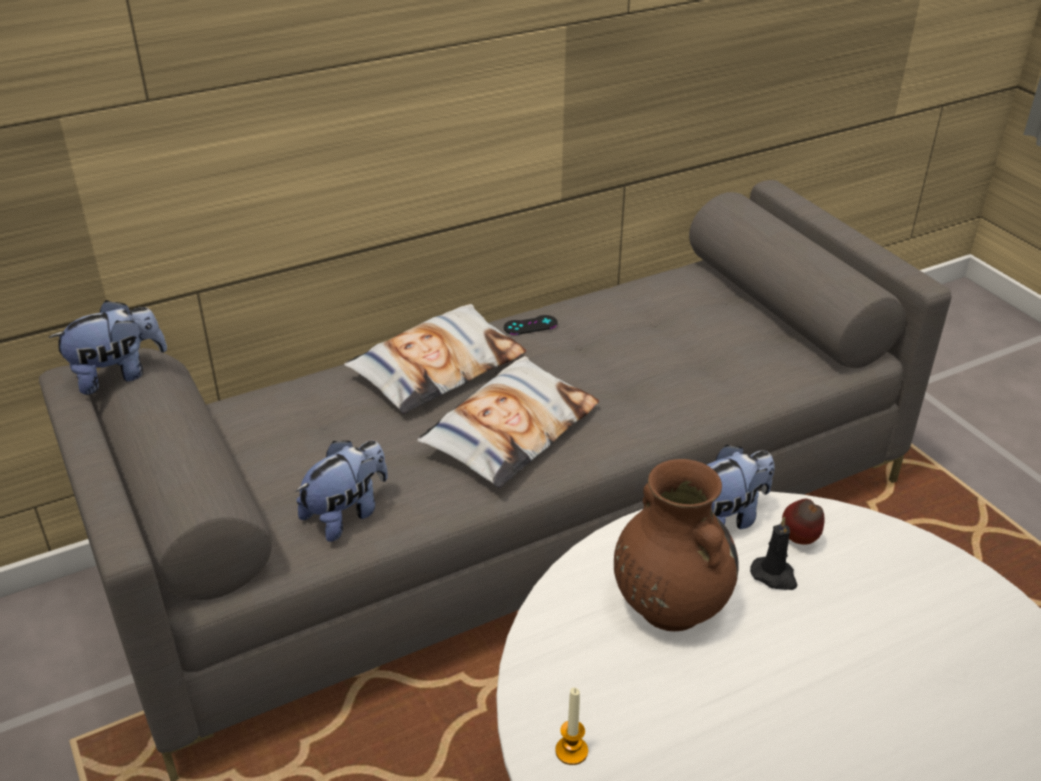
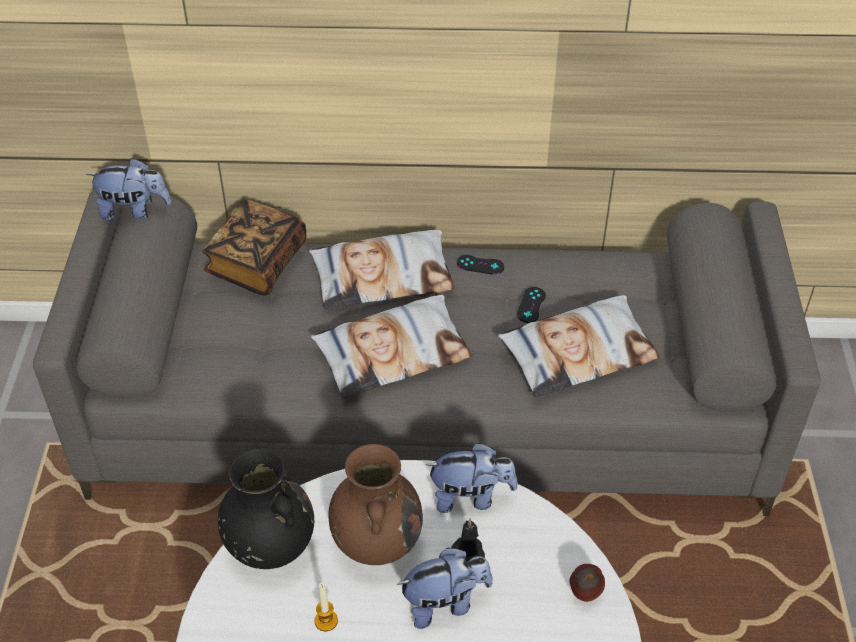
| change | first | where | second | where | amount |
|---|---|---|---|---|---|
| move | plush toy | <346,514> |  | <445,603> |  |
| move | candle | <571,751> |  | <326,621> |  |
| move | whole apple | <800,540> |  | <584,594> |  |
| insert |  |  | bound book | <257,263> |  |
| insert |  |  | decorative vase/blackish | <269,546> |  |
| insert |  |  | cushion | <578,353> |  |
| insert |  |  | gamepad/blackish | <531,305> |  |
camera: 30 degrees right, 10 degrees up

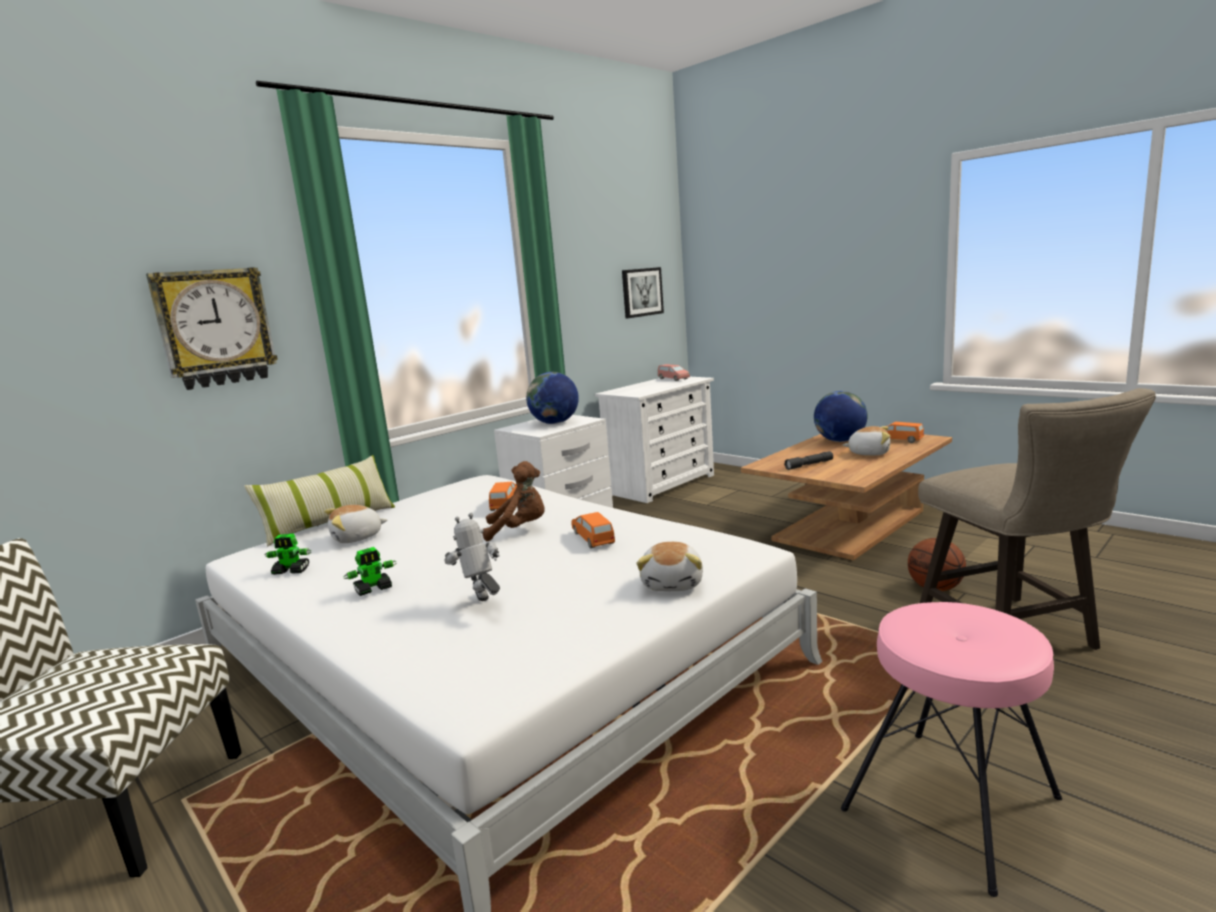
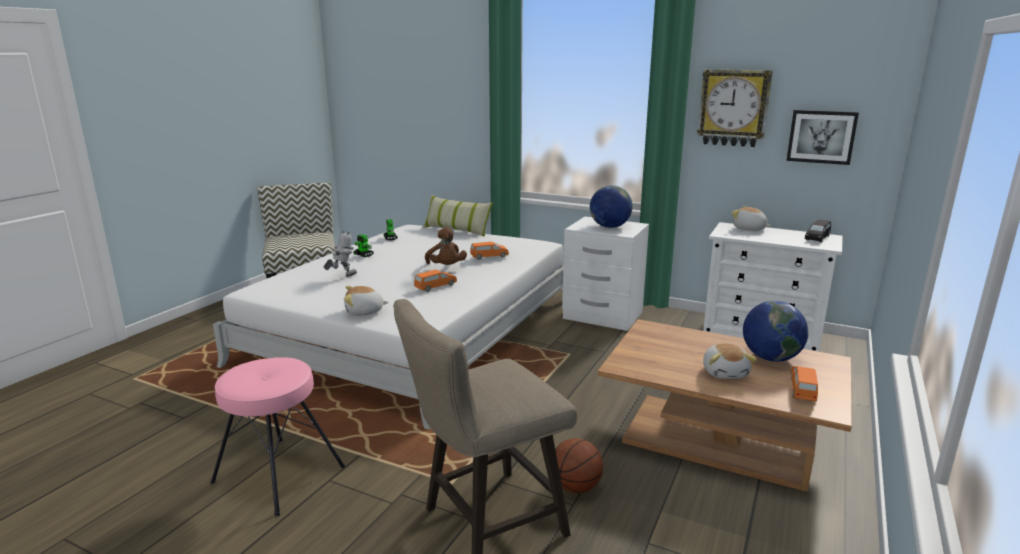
| change | first | where | second | where | amount |
|---|---|---|---|---|---|
| move | clock on the wall | <215,328> |  | <733,108> |  |
| move | plush toy | <357,538> |  | <749,229> |  |
| recolor | miniature car/pinkish | <673,379> | miniature car/blackish | <817,238> |  |
| delete | hand torch/grey | <809,465> |  |  |  |
camera: 70 degrees right, 5 degrees up

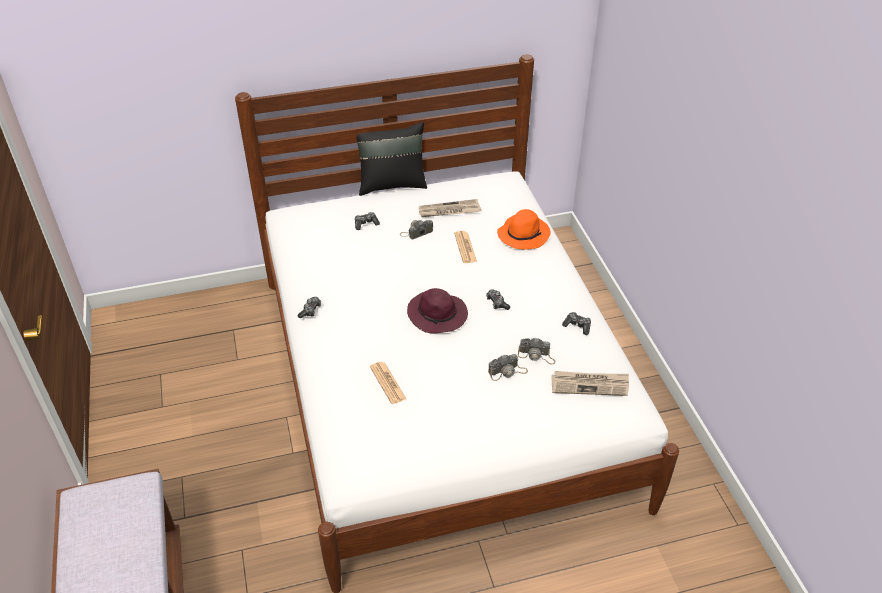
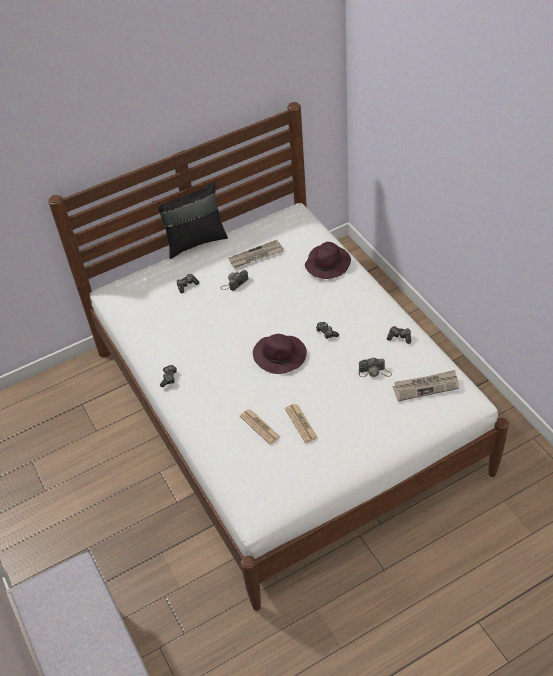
| change | first | where | second | where | amount |
|---|---|---|---|---|---|
| move | printed paper | <465,247> |  | <301,423> |  |
| delete | still camera | <507,371> |  |  |  |
| recolor | clothing hat/orange | <523,234> | clothing hat/purple-coloured | <327,263> |  |
camera: 10 degrees left, 5 degrees up

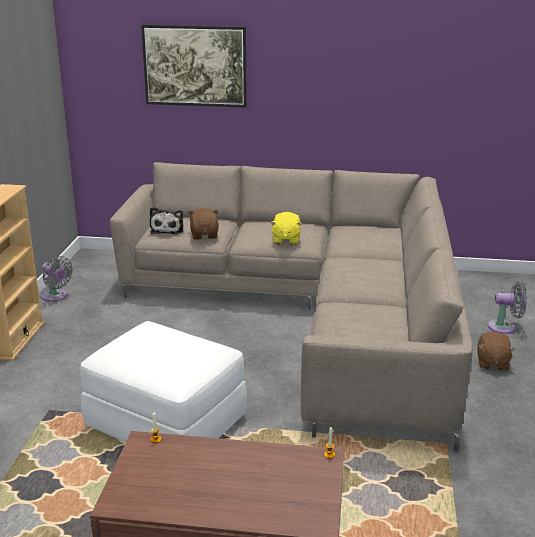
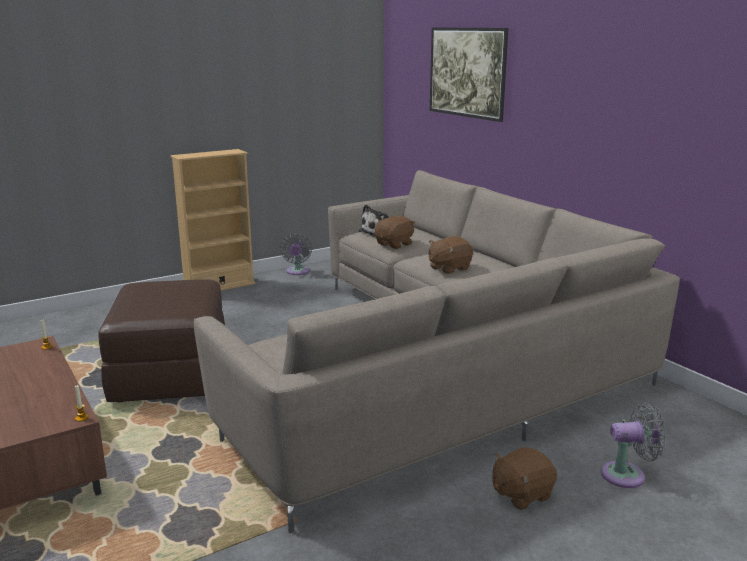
| change | first | where | second | where | amount |
|---|---|---|---|---|---|
| recolor | ottoman/whitish | <167,422> | ottoman/brown-coloured | <171,374> |  |
| recolor | plush toy/yellow | <286,240> | plush toy/brown-coloured | <449,268> |  |
| rotate | fan/grey | <504,327> |  | <627,475> | 60 degrees counterclockwise |
camera: 50 degrees right, 5 degrees down

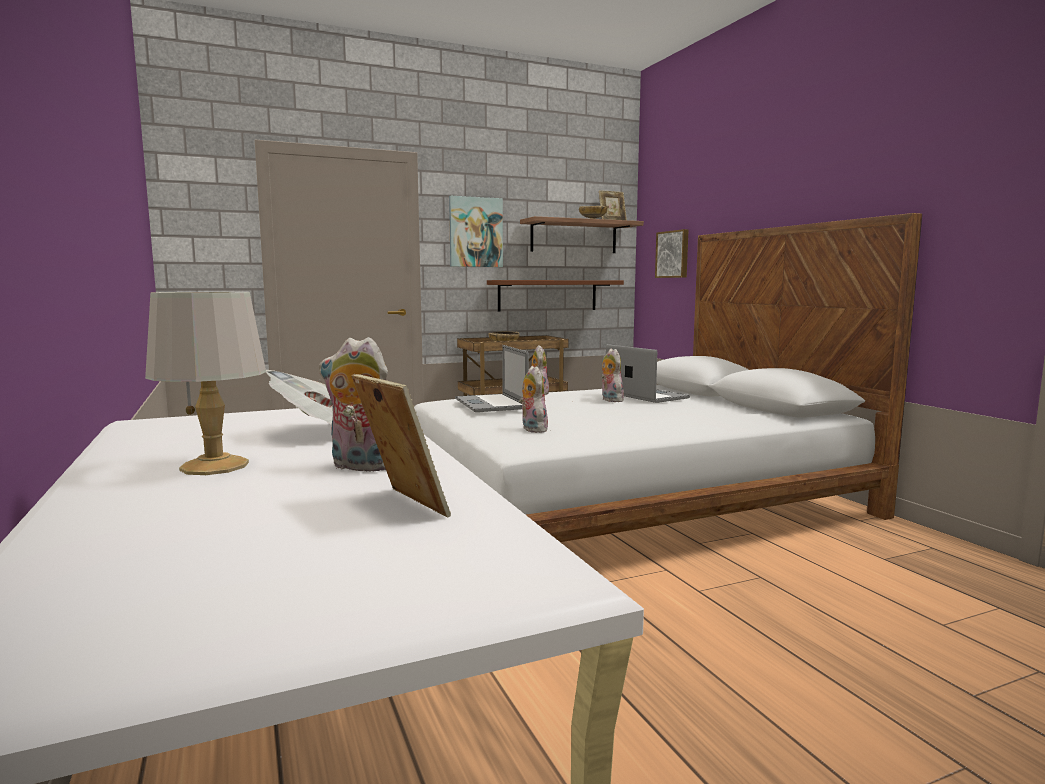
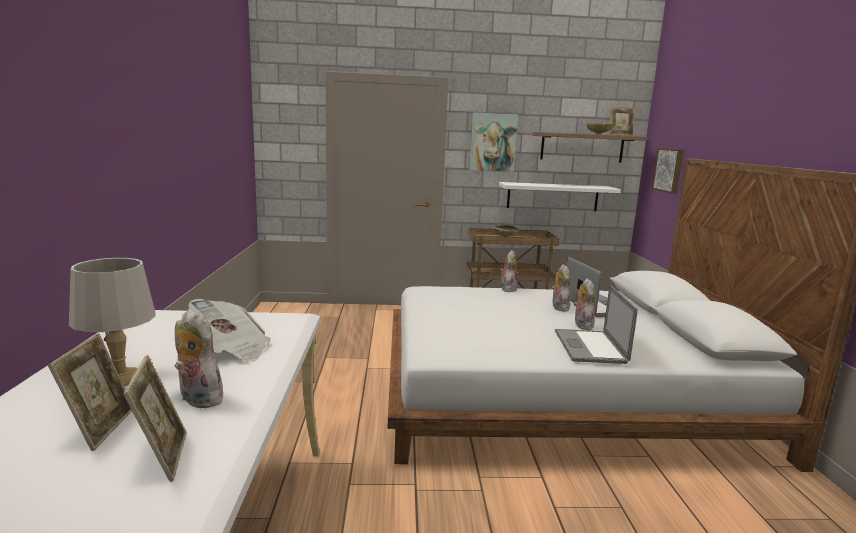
| change | first | where | second | where | amount |
|---|---|---|---|---|---|
| move | laptop | <490,403> |  | <589,346> |  |
| recolor | wall shelf/brown-coloured | <547,295> | wall shelf/whitish | <552,196> |  |
| move | plush toy | <532,429> |  | <581,325> |  |
| insert |  |  | photo frame | <100,428> |  |
camera: 20 degrees right, 5 degrees up

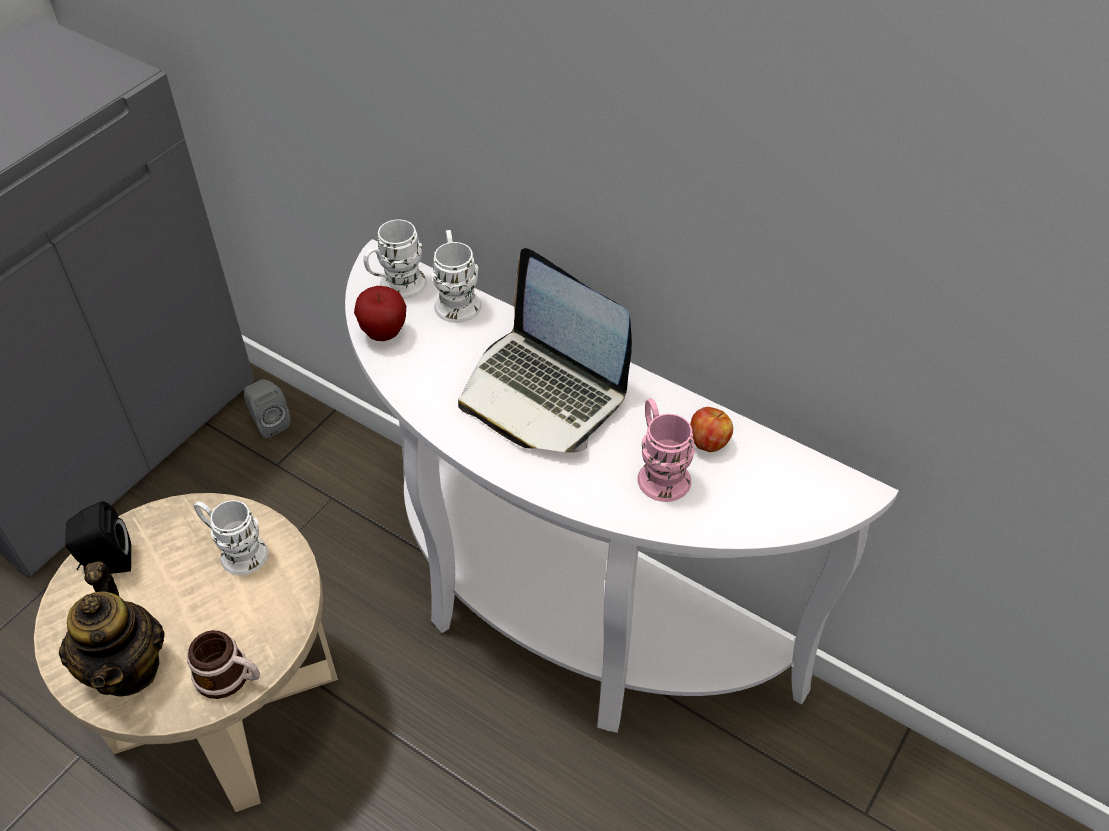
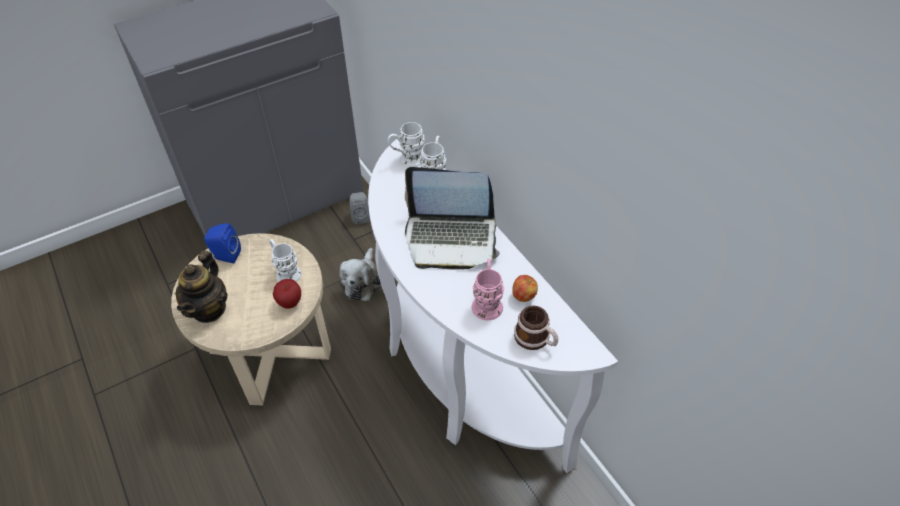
| change | first | where | second | where | amount |
|---|---|---|---|---|---|
| recolor | audio speaker/blackish | <106,563> | audio speaker/bluish | <225,256> |  |
| move | mug | <230,677> |  | <536,339> |  |
| move | whole apple | <384,333> |  | <290,303> |  |
| rotate | laptop | <543,392> |  | <451,238> | 60 degrees counterclockwise |
| insert |  |  | plush toy | <362,281> |  |
camera: 25 degrees right, 0 degrees up

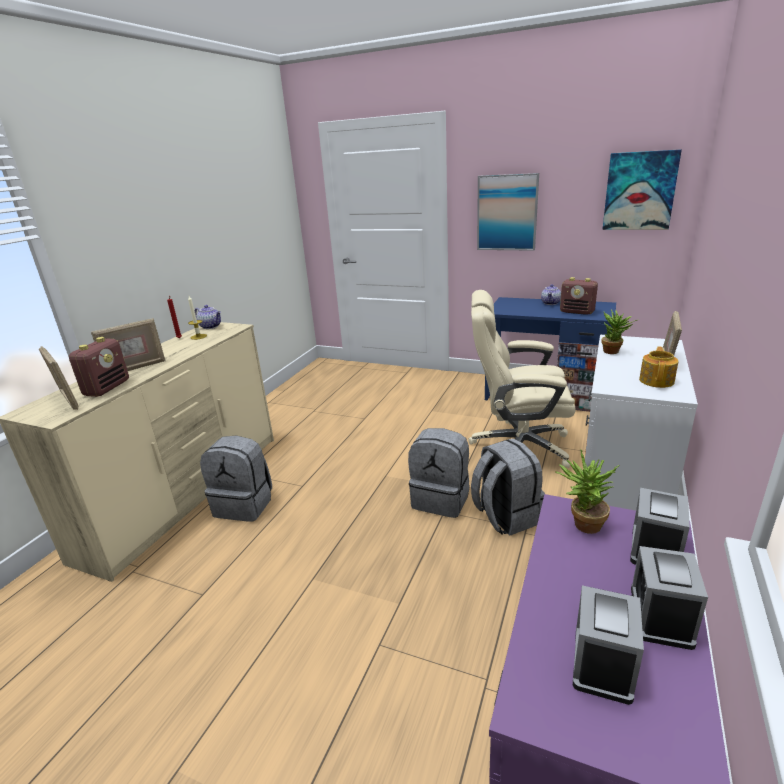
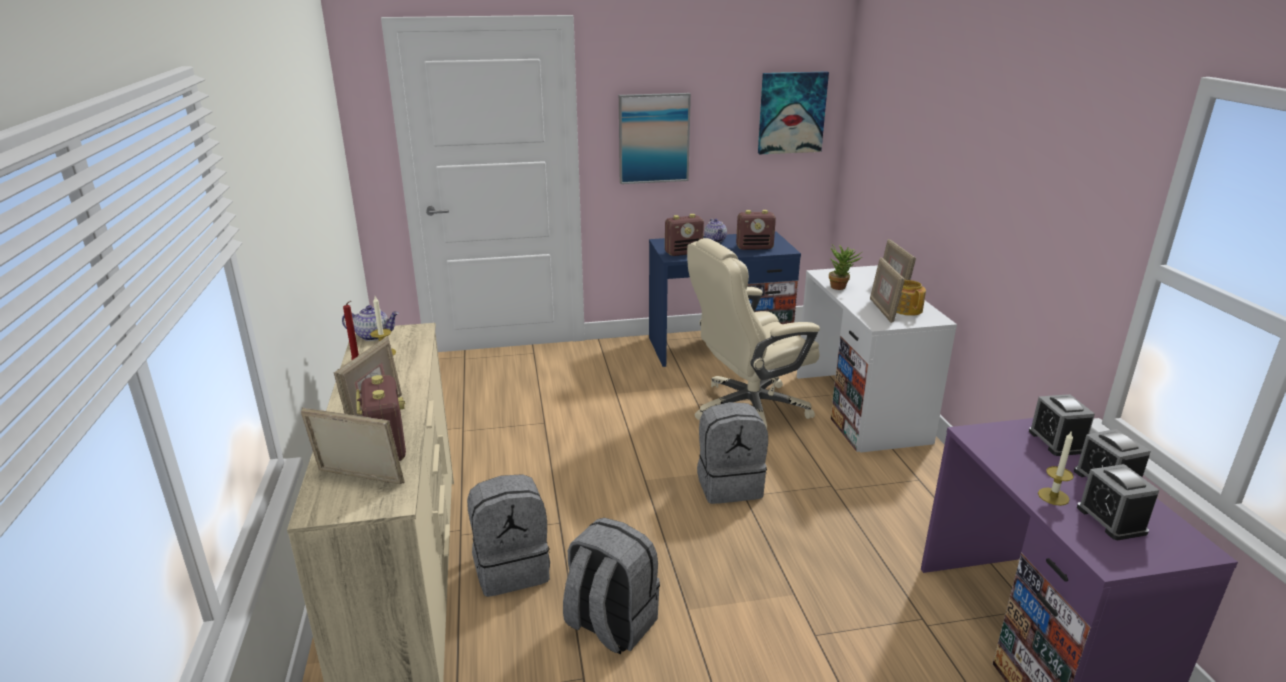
| change | first | where | second | where | amount |
|---|---|---|---|---|---|
| move | backpack/grey | <505,516> |  | <610,624> |  |
| delete | potted plant | <581,525> |  |  |  |
| insert |  |  | radio set | <684,253> |  |
| insert |  |  | photo frame | <883,311> |  |
| insert |  |  | candle | <1053,496> |  |
camera: 35 degrees left, 0 degrees up

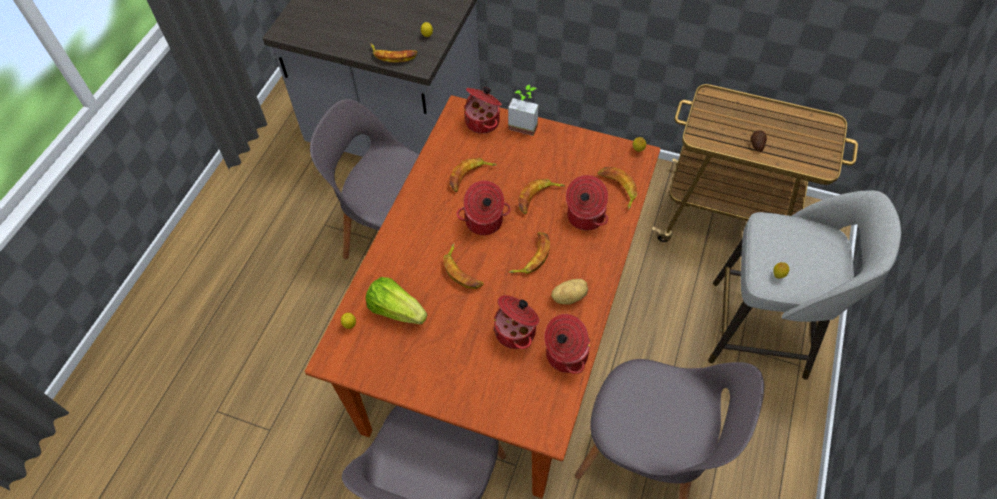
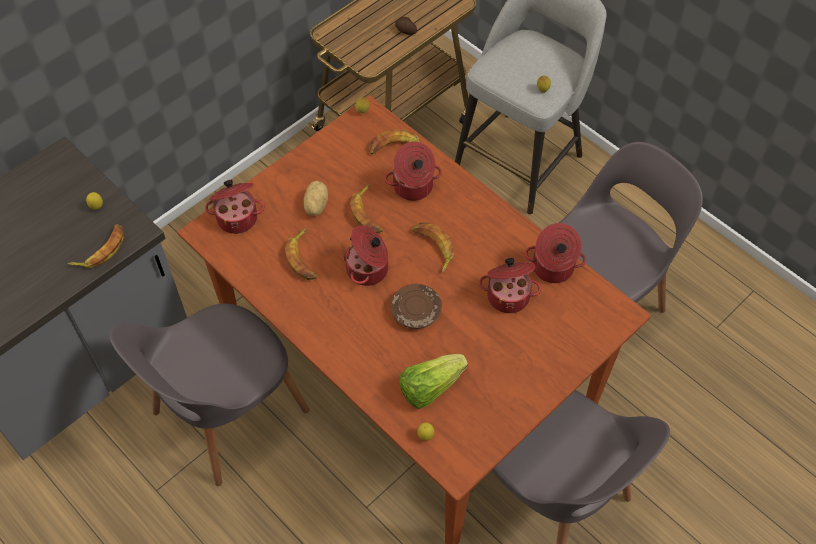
| change | first | where | second | where | amount |
|---|---|---|---|---|---|
| replace | banana | <462,271> | flat dish/brown-coloured | <416,311> |  |
| delete | potted plant | <524,124> |  |  |  |
| move | spud | <568,296> |  | <315,205> |  |
camera: 65 degrees left, 0 degrees up

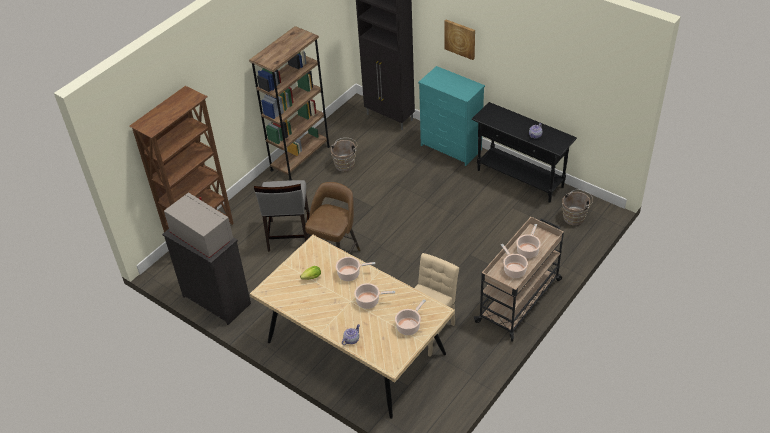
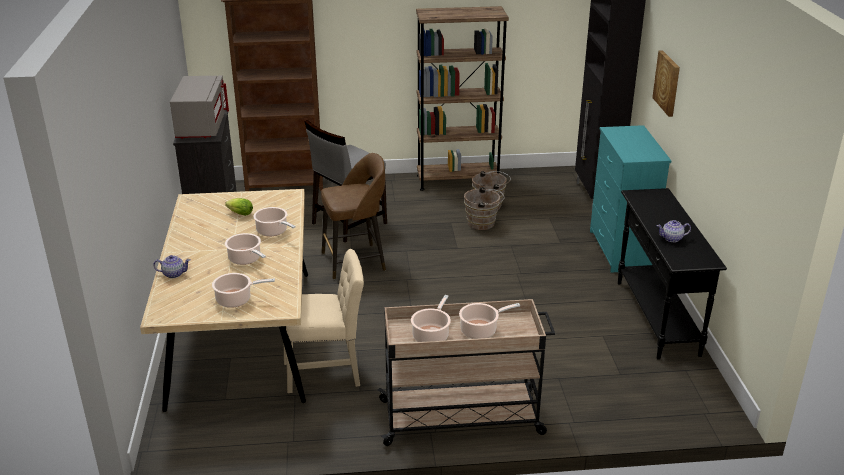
| change | first | where | second | where | amount |
|---|---|---|---|---|---|
| move | pail/brown-coloured | <575,217> |  | <483,223> |  |
camera: 45 degrees right, 15 degrees down

